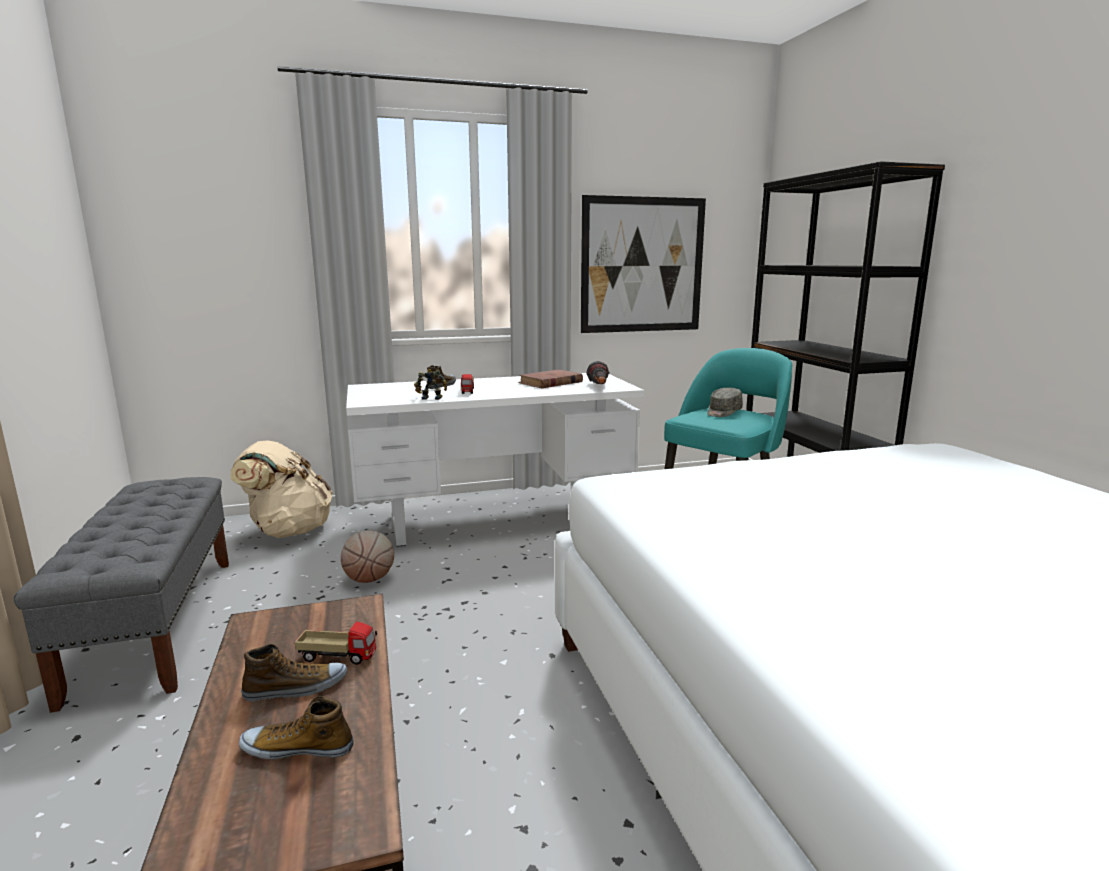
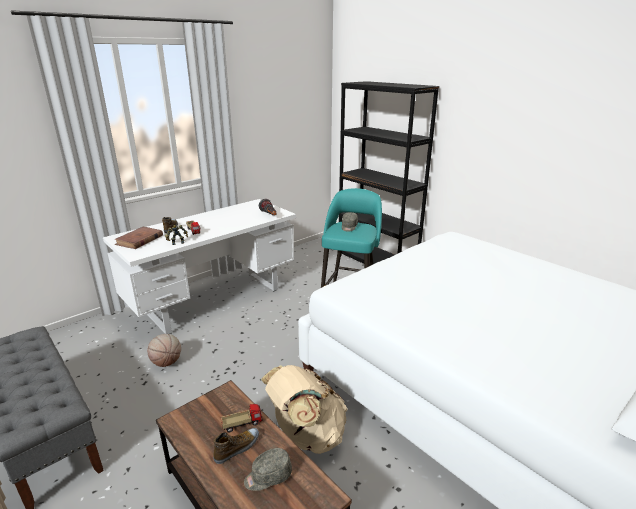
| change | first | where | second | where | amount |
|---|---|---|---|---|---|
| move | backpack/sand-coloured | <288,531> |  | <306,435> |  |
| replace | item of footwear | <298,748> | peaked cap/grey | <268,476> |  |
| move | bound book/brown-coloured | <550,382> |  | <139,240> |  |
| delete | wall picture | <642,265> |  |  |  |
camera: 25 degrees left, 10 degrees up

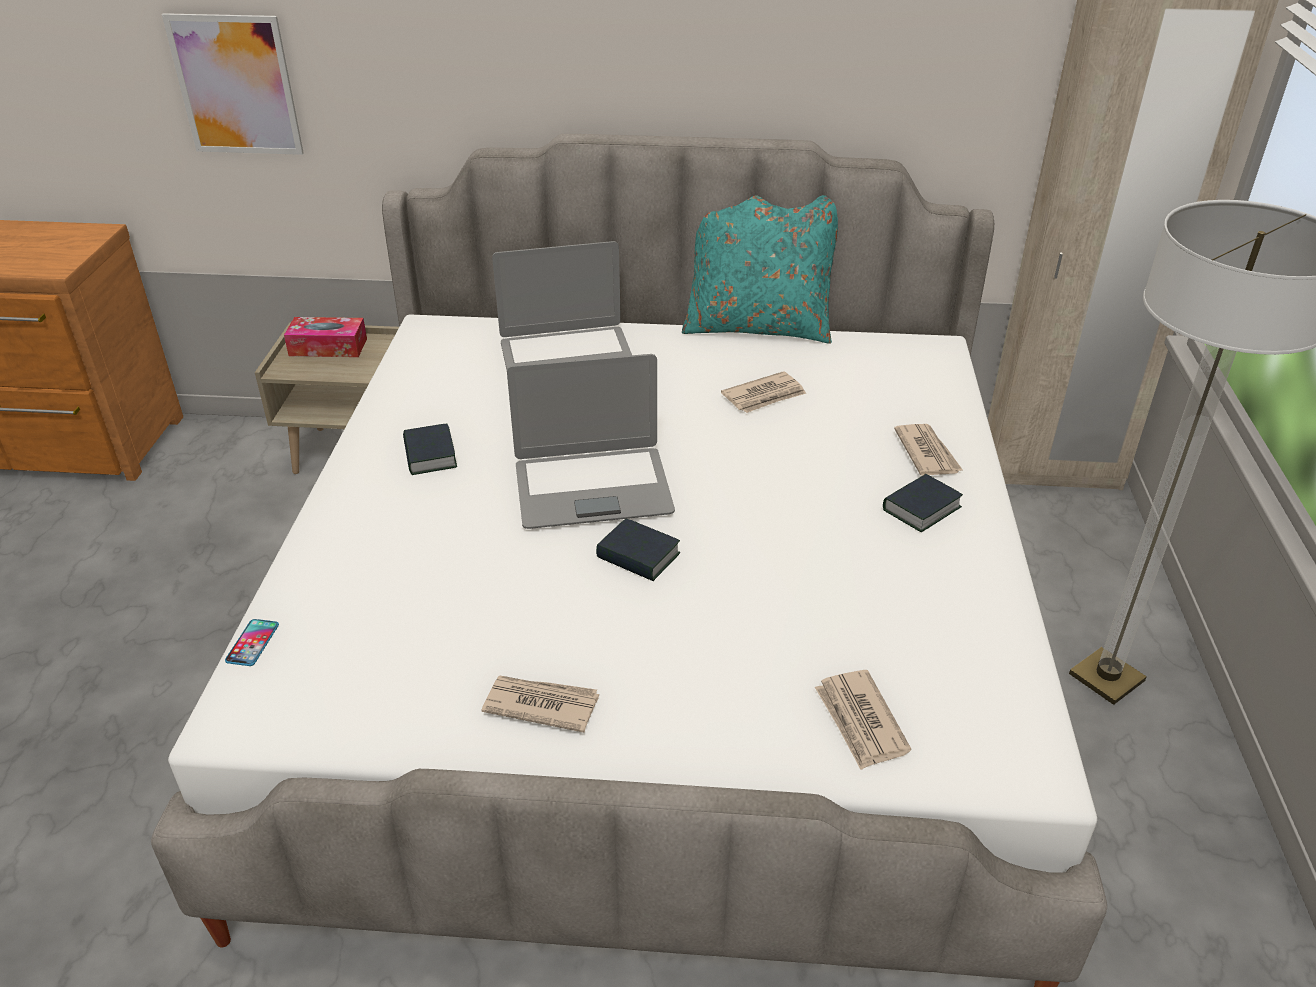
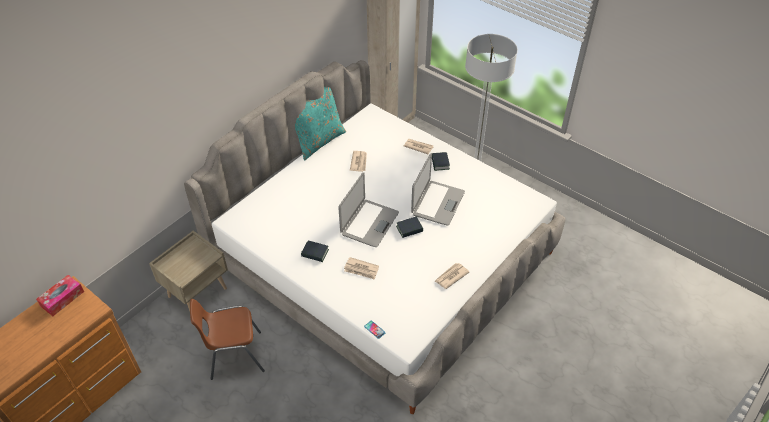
| change | first | where | second | where | amount |
|---|---|---|---|---|---|
| delete | wall picture | <235,85> |  |  |  |
| move | tissue box | <328,347> |  | <62,299> |  |
| move | laptop | <567,358> |  | <437,203> |  |
| move | printed paper | <860,722> |  | <361,269> |  |
| insert |  |  | chair/brown-coloured | <234,356> |  |
camera: 55 degrees left, 10 degrees up

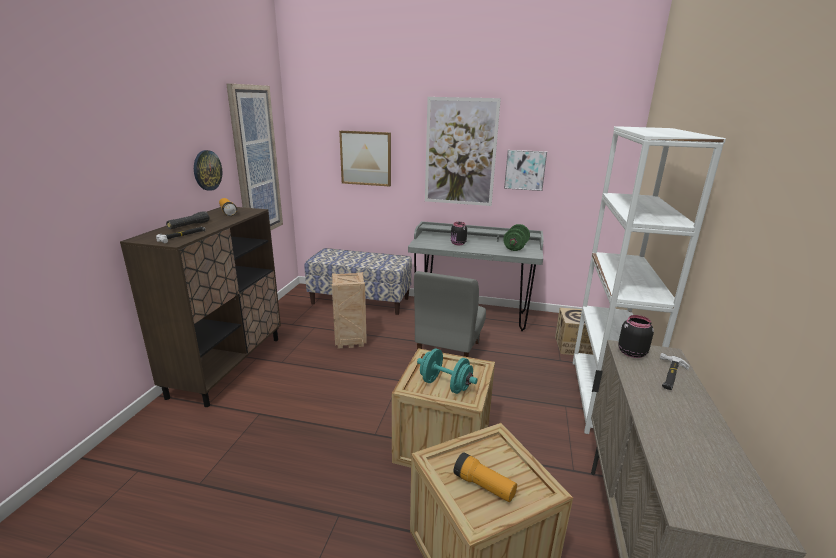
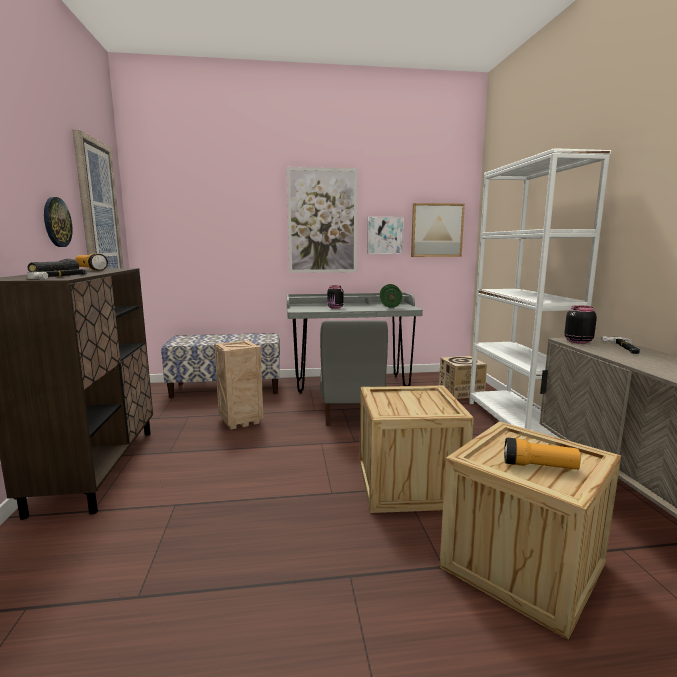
| change | first | where | second | where | amount |
|---|---|---|---|---|---|
| move | wall picture | <366,158> |  | <436,230> |  |
| delete | free weight/blue-green | <445,385> |  |  |  |
camera: 20 degrees left, 10 degrees down

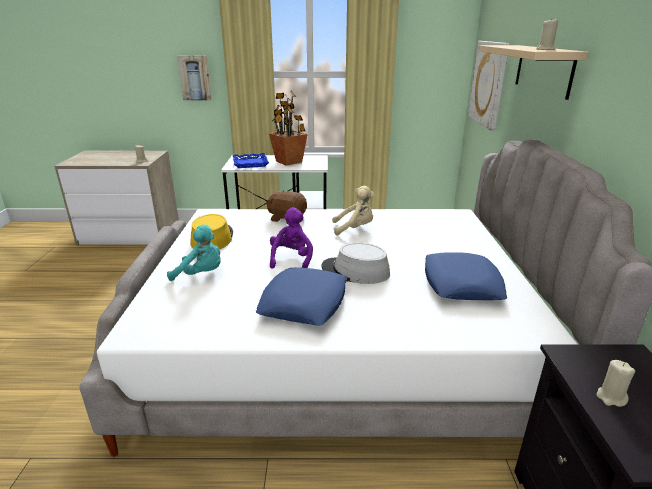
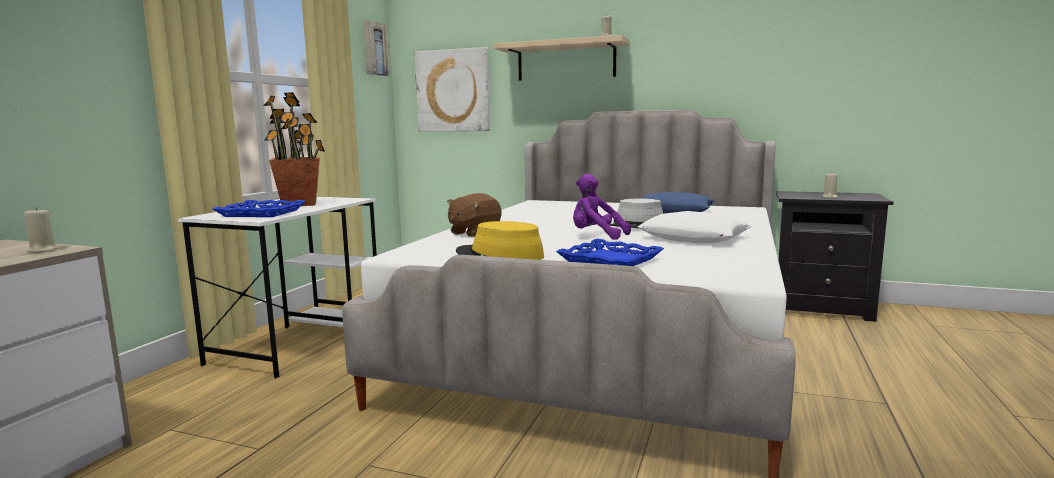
| change | first | where | second | where | amount |
|---|---|---|---|---|---|
| replace | plush toy/blue-green | <201,274> | serving tray/bluish | <610,260> |  |
| move | wall picture | <195,77> |  | <375,49> |  |
| recolor | cushion/bluish | <304,303> | cushion/whitish | <694,237> |  |
| delete | plush toy/sand-coloured | <354,229> |  |  |  |
camera: 70 degrees left, 15 degrees down

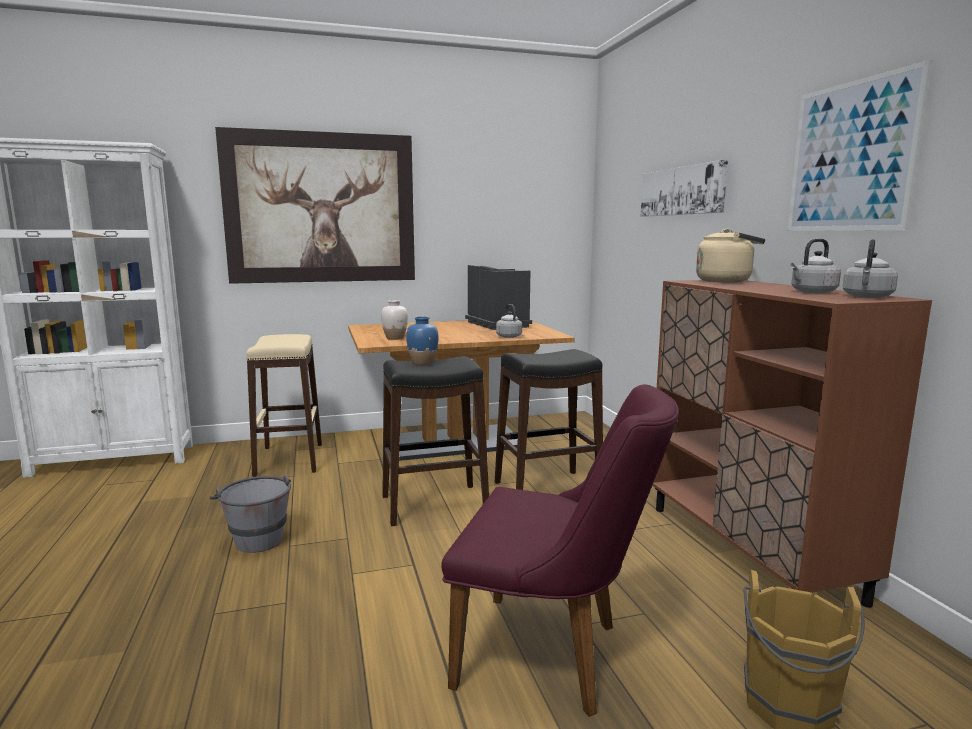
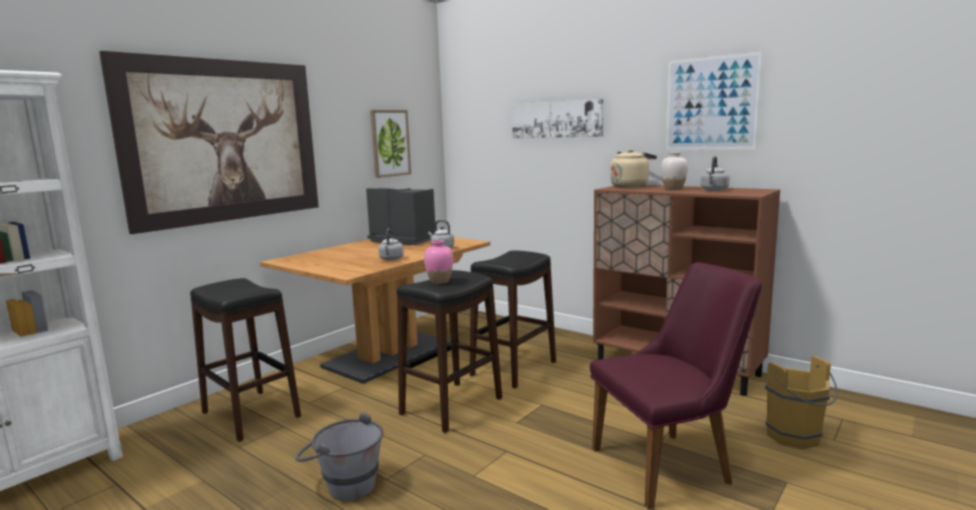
| change | first | where | second | where | amount |
|---|---|---|---|---|---|
| recolor | stool seat/sand-coloured | <289,459> | stool seat/blackish | <250,414> |  |
| move | decorative vase/whitish | <395,338> |  | <673,189> |  |
| recolor | decorative vase/bluish | <422,363> | decorative vase/pinkish | <440,281> |  |
| move | water kettle/grey | <867,297> |  | <391,259> |  |
| insert |  |  | wall picture | <390,143> |  |
camera: 35 degrees left, 0 degrees up

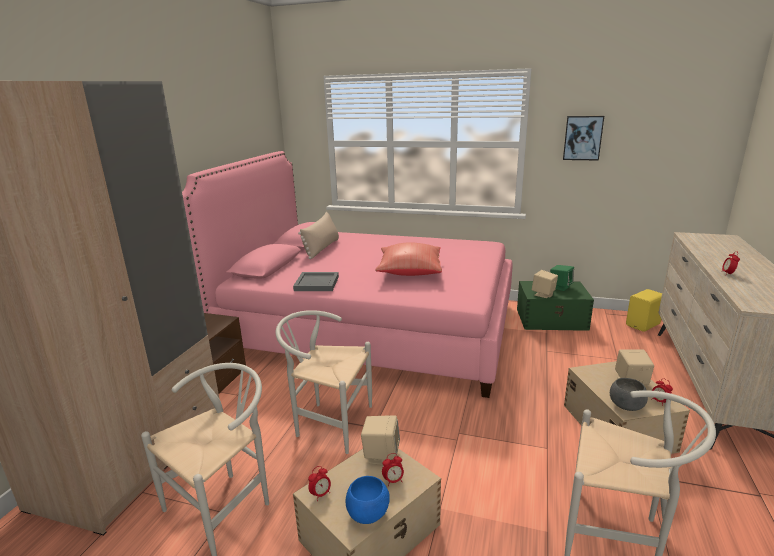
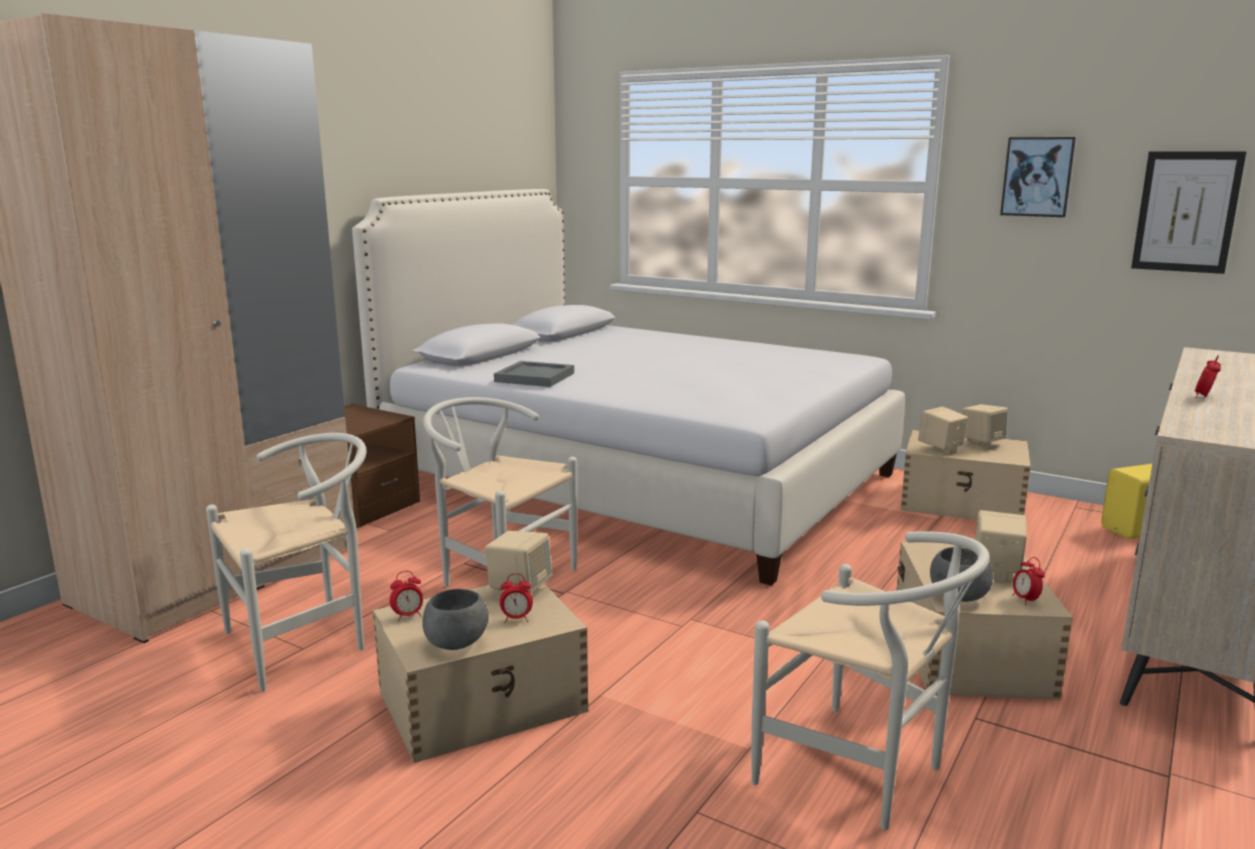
| change | first | where | second | where | amount |
|---|---|---|---|---|---|
| recolor | sleeping bed/pinkish | <370,328> | sleeping bed/whitish | <637,479> |  |
| delete | cushion/sand-coloured | <322,248> |  |  |  |
| recolor | deep dish/bluish | <368,514> | deep dish/grey | <457,644> |  |
| delete | cushion/red | <409,272> |  |  |  |
| recolor | storage box/green | <552,319> | storage box/sand-coloured | <963,503> |  |
| recolor | audio speaker/green | <560,287> | audio speaker/sand-coloured | <981,444> |  |
| insert |  |  | wall picture | <1186,212> |  |
camera: 15 degrees right, 5 degrees down

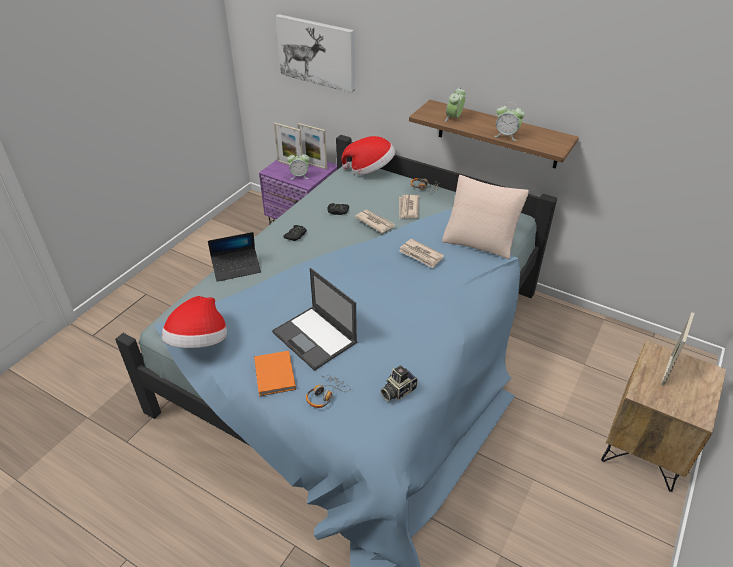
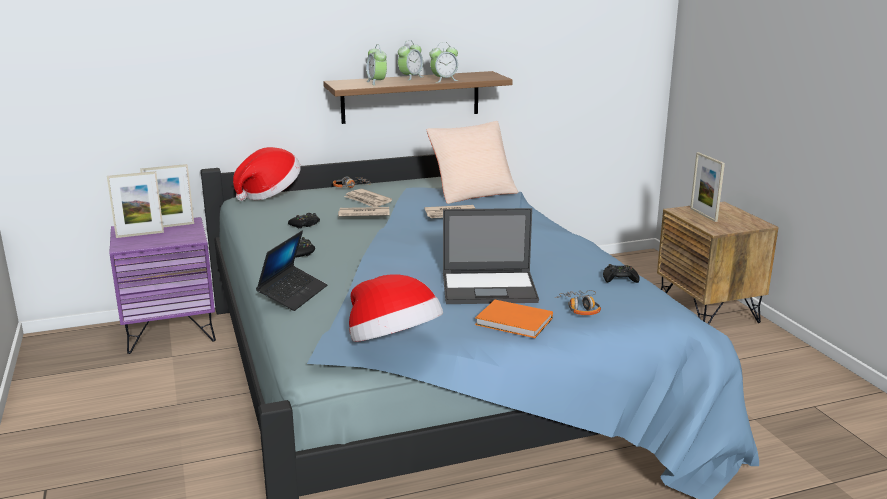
| change | first | where | second | where | amount |
|---|---|---|---|---|---|
| delete | wall picture | <317,52> |  |  |  |
| move | alarm clock | <299,176> |  | <410,77> |  |
| replace | still camera | <397,391> | gamepad/blackish | <620,279> |  |
camera: 50 degrees left, 20 degrees down

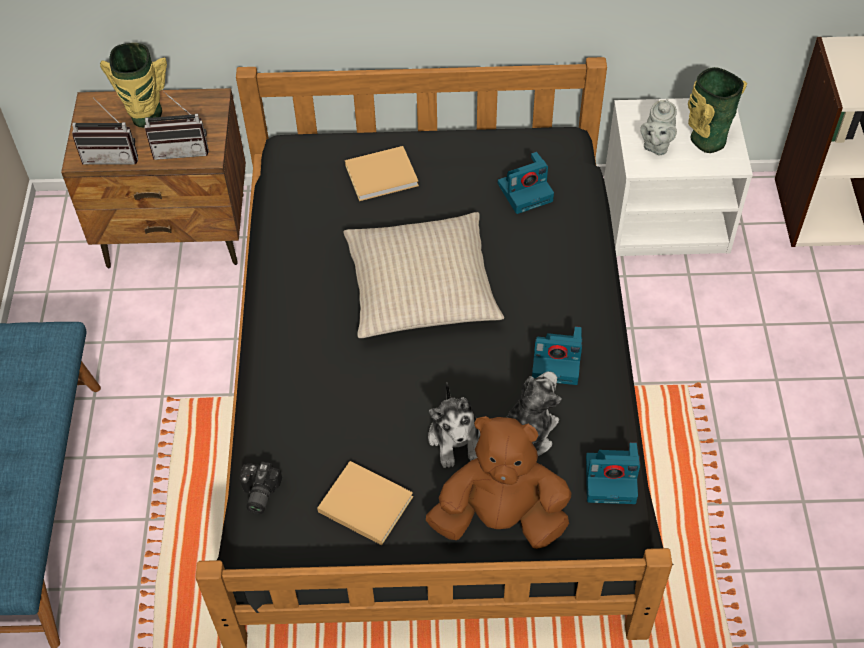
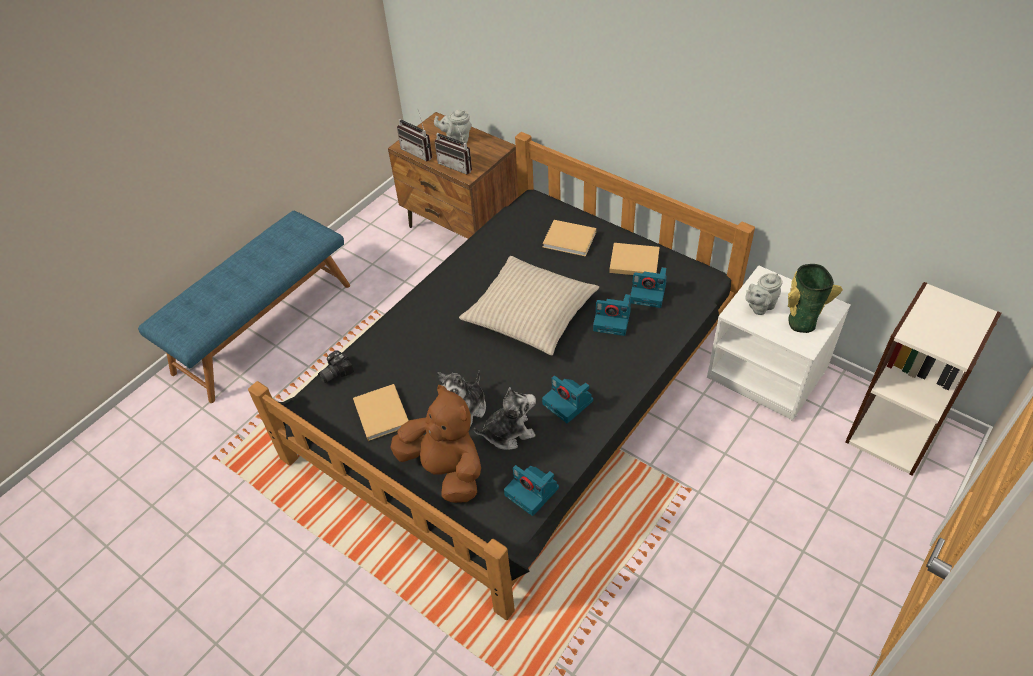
| change | first | where | second | where | amount |
|---|---|---|---|---|---|
| replace | decorative vase | <145,116> | teapot/grey | <456,139> |  |
| insert |  |  | still camera | <613,320> |  |
| insert |  |  | bound book/sand-coloured | <632,261> |  |
camera: 40 degrees right, 5 degrees down

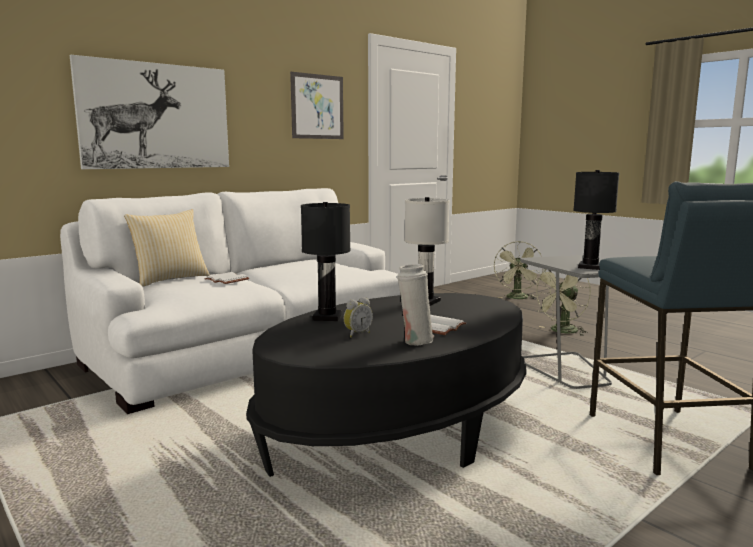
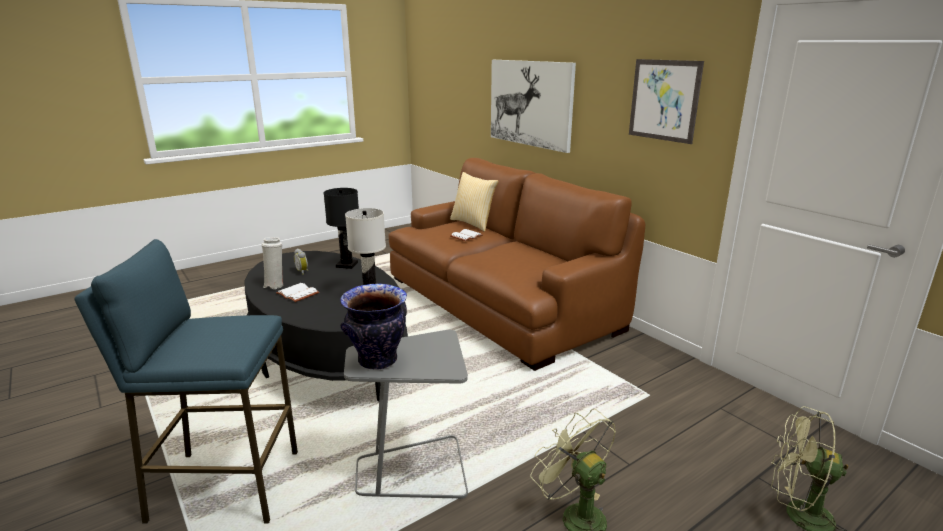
| change | first | where | second | where | amount |
|---|---|---|---|---|---|
| recolor | settee/whitish | <251,351> | settee/brown-coloured | <499,303> |  |
| replace | tabletop lamp/blackish | <590,267> | decorative vase | <378,361> |  |
camera: 95 degrees right, 10 degrees up

